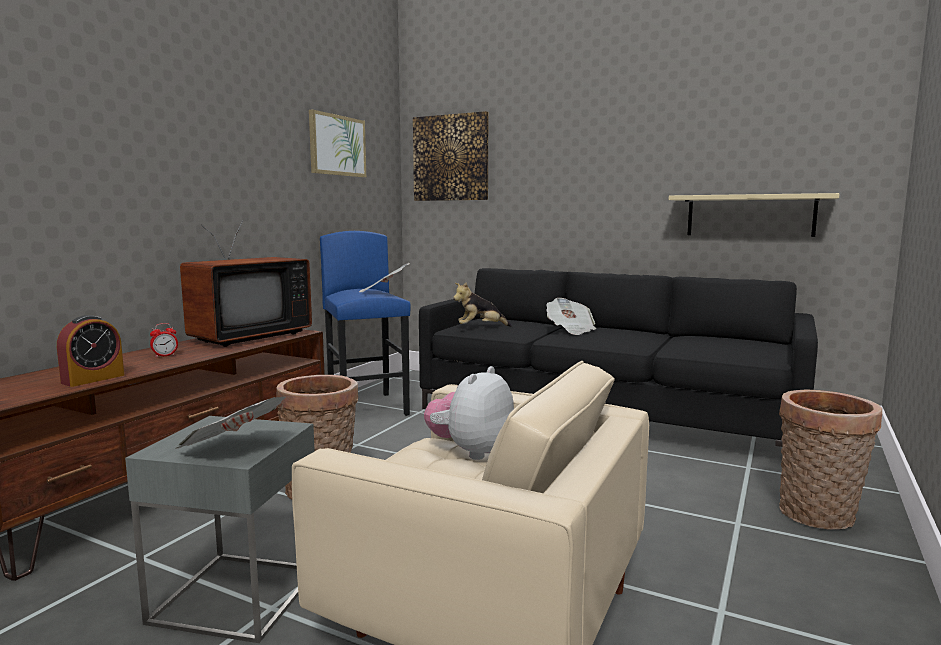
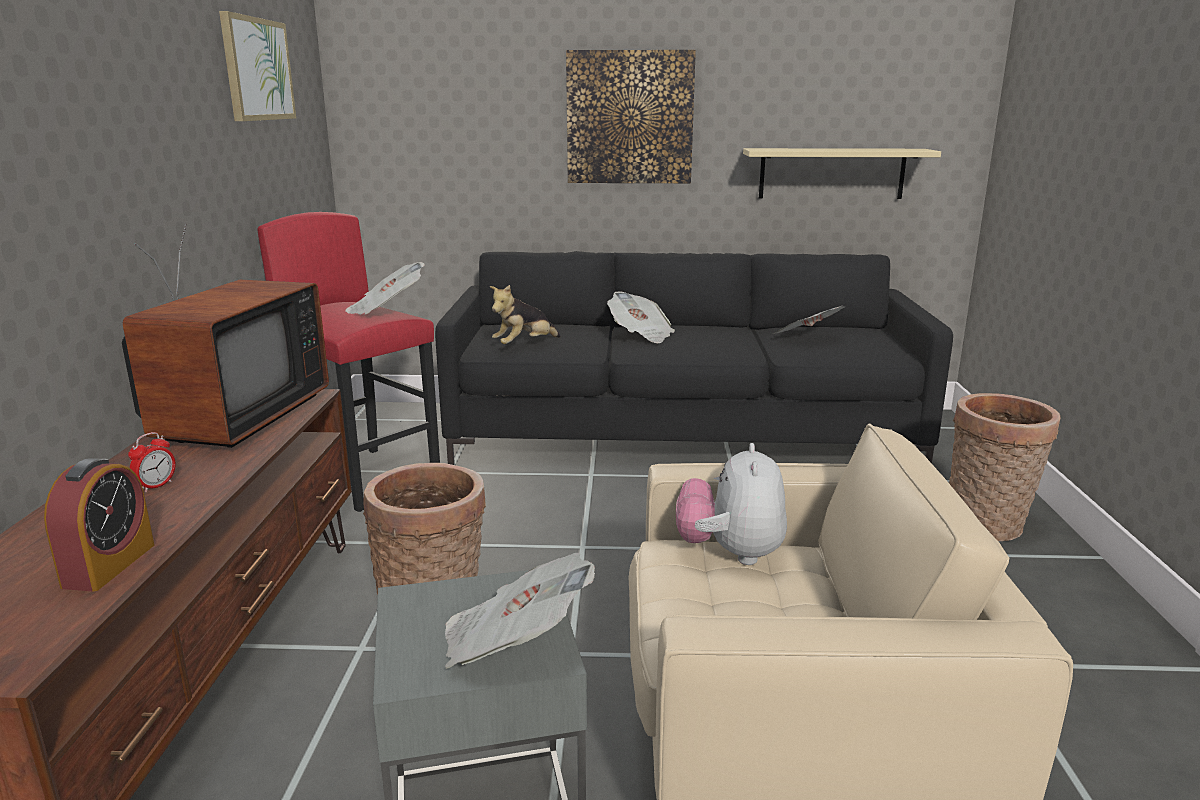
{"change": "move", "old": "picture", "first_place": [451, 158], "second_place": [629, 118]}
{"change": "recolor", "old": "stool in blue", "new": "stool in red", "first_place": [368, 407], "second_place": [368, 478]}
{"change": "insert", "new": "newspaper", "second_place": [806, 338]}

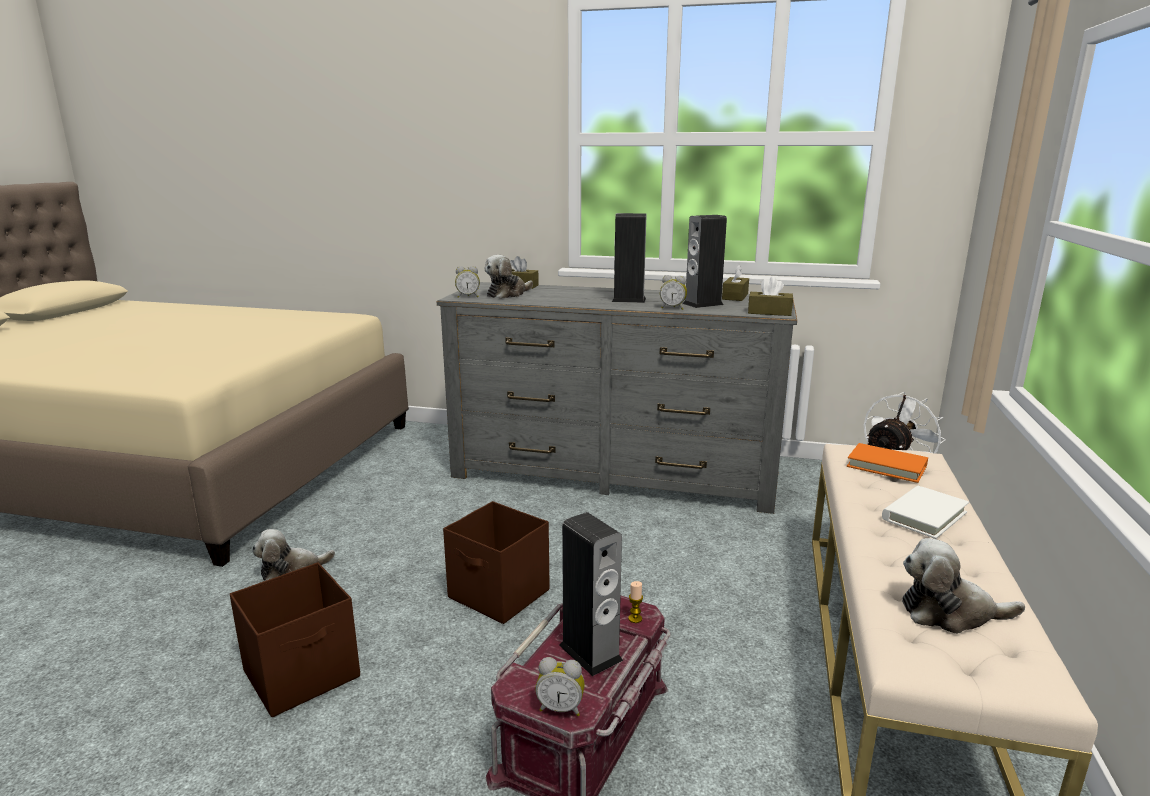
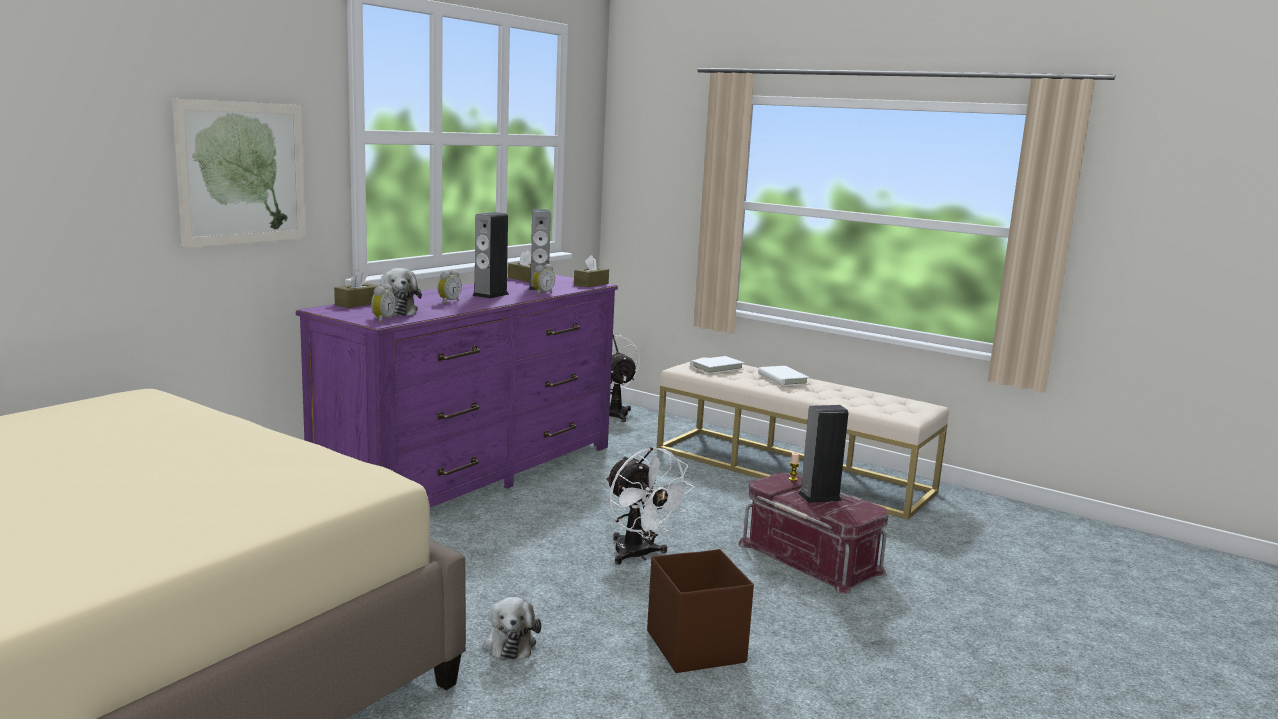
{"change": "recolor", "old": "dresser in grey", "new": "dresser in purple", "first_place": [614, 473], "second_place": [473, 474]}
{"change": "recolor", "old": "book in orange", "new": "book in white", "first_place": [886, 466], "second_place": [716, 368]}
{"change": "replace", "old": "storage box in brown", "new": "fan in white", "first_place": [499, 595], "second_place": [639, 555]}
{"change": "delete", "old": "plush toy", "first_place": [949, 613]}
{"change": "move", "old": "alarm clock", "first_place": [561, 708], "second_place": [448, 302]}
{"change": "insert", "new": "picture", "second_place": [243, 173]}

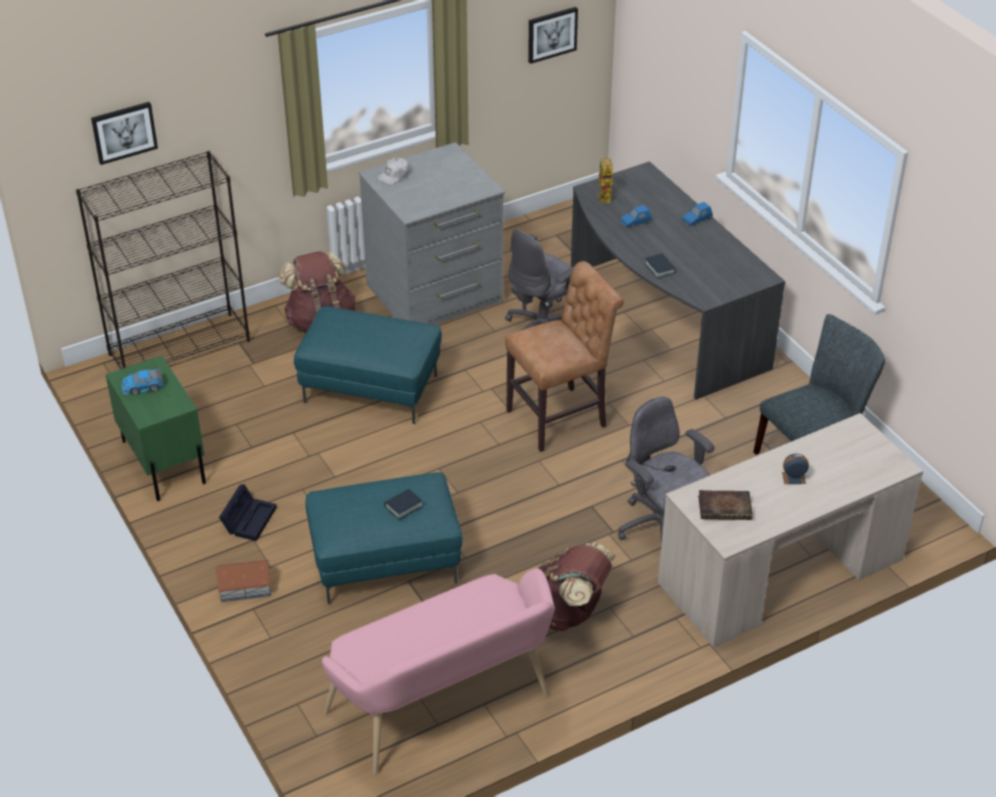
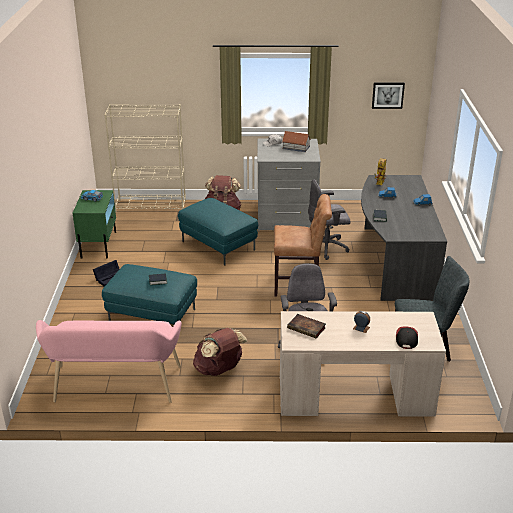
{"change": "delete", "old": "picture", "first_place": [124, 132]}
{"change": "recolor", "old": "bookcase in black", "new": "bookcase in beige", "first_place": [180, 347], "second_place": [151, 206]}
{"change": "move", "old": "toy house", "first_place": [245, 587], "second_place": [296, 147]}
{"change": "insert", "new": "cap", "second_place": [406, 338]}

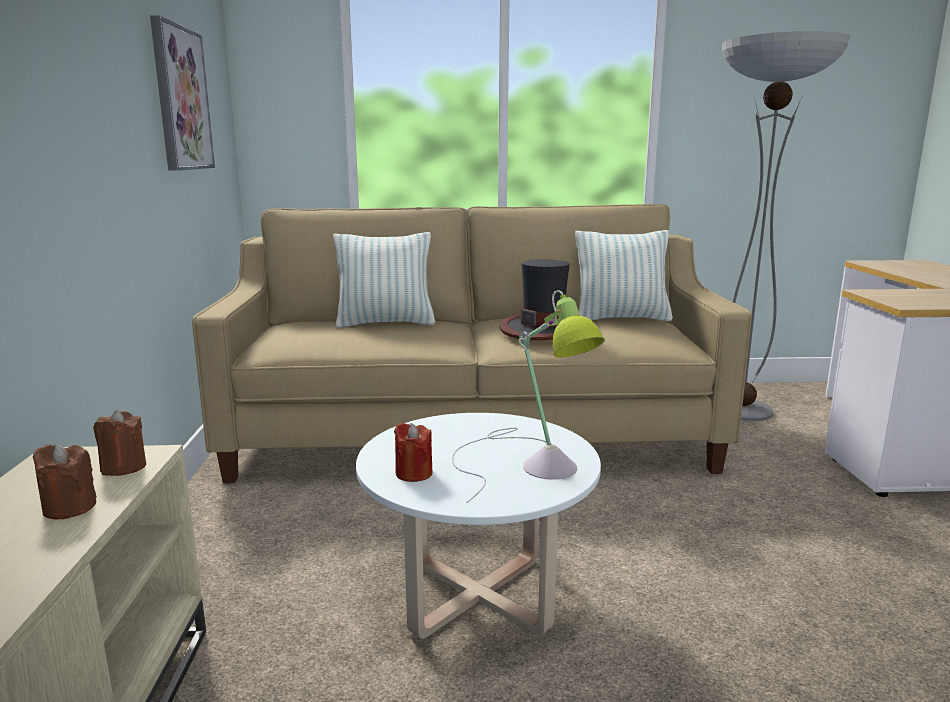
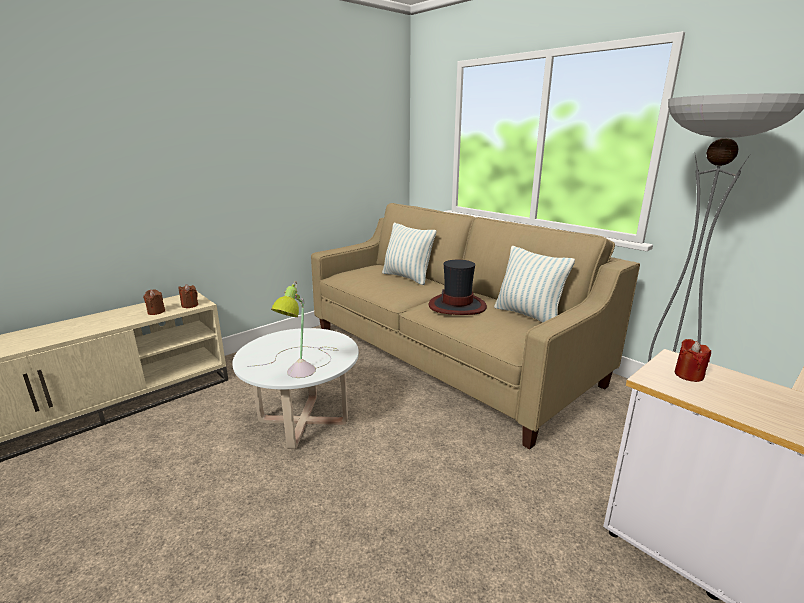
{"change": "delete", "old": "picture", "first_place": [181, 99]}
{"change": "move", "old": "candle in red", "first_place": [414, 473], "second_place": [688, 375]}

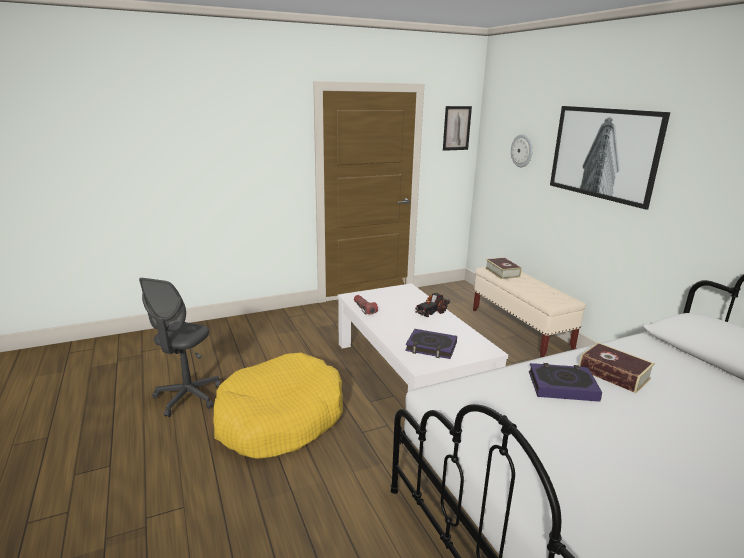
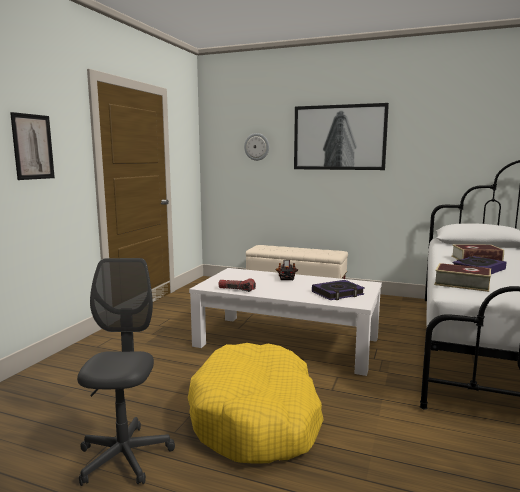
{"change": "move", "old": "picture", "first_place": [456, 128], "second_place": [33, 147]}
{"change": "move", "old": "book", "first_place": [502, 272], "second_place": [462, 284]}
{"change": "rotate", "old": "office chair in grey", "first_place": [188, 397], "second_place": [124, 457], "degrees": -150}

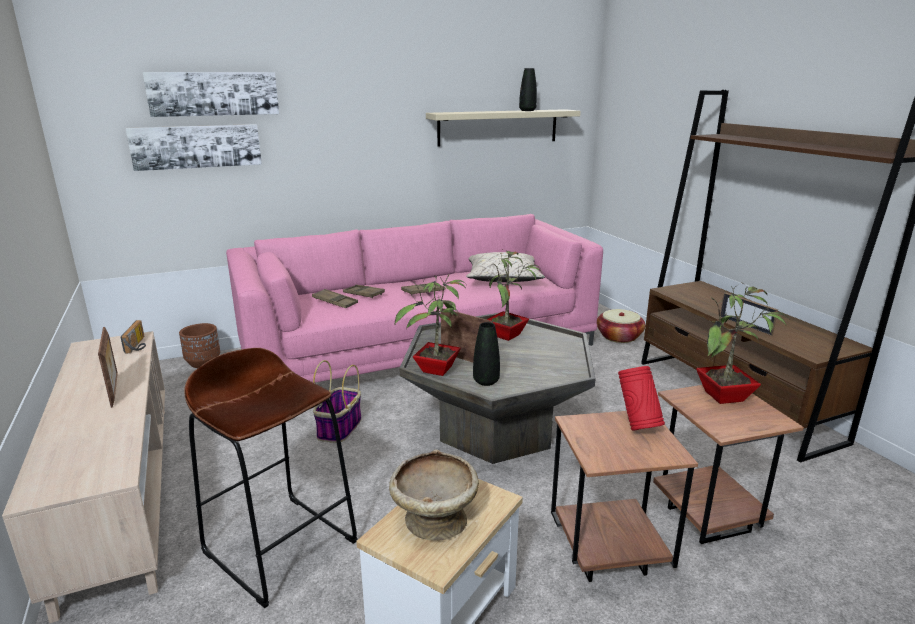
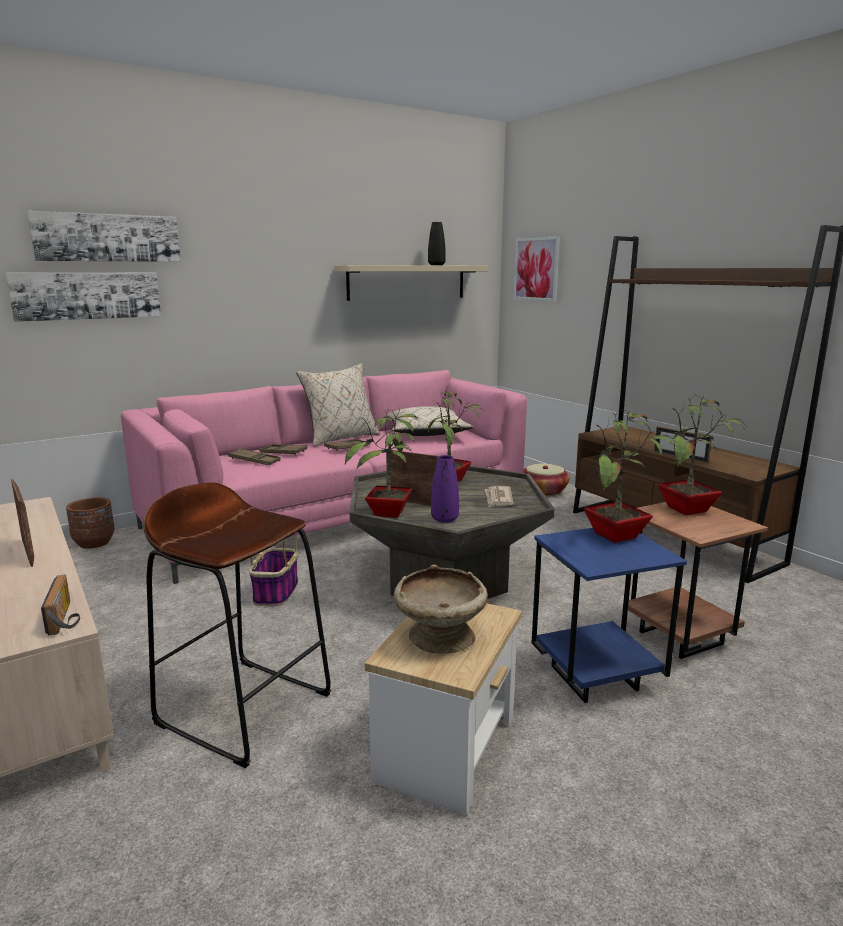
{"change": "move", "old": "radio", "first_place": [138, 345], "second_place": [66, 618]}
{"change": "recolor", "old": "vase in black", "new": "vase in purple", "first_place": [486, 381], "second_place": [444, 519]}
{"change": "replace", "old": "vase in red", "new": "potted plant", "first_place": [637, 425], "second_place": [617, 537]}
{"change": "recolor", "old": "side table in brown", "new": "side table in blue", "first_place": [608, 556], "second_place": [596, 679]}
{"change": "insert", "new": "picture", "second_place": [536, 269]}
{"change": "insert", "new": "pillow in beige", "second_place": [340, 438]}
{"change": "insert", "new": "newspaper", "second_place": [498, 499]}

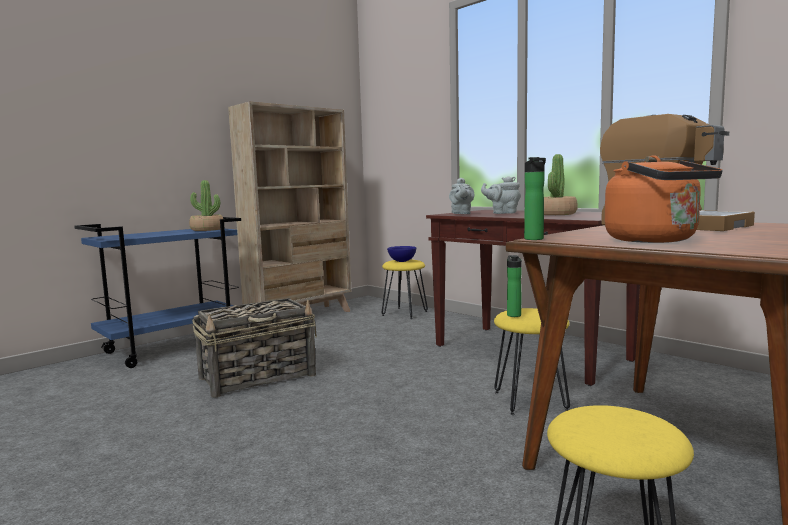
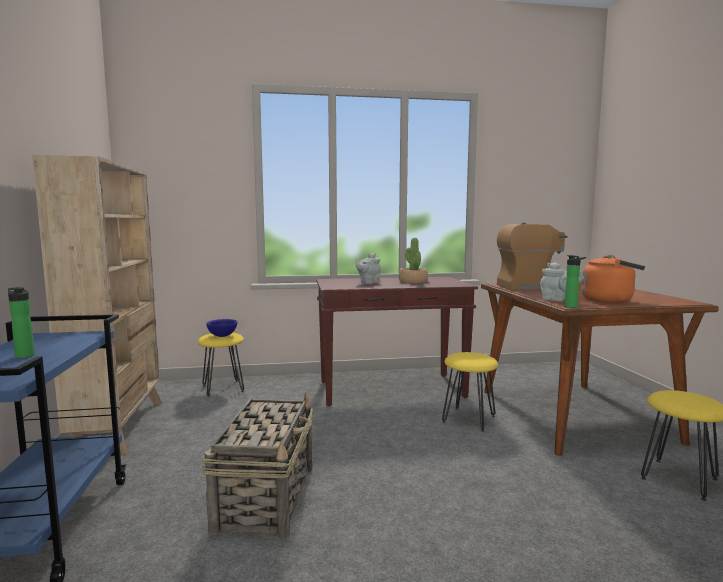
{"change": "move", "old": "teapot in grey", "first_place": [461, 214], "second_place": [558, 300]}
{"change": "delete", "old": "potted plant", "first_place": [207, 229]}
{"change": "move", "old": "bottle", "first_place": [513, 315], "second_place": [24, 355]}

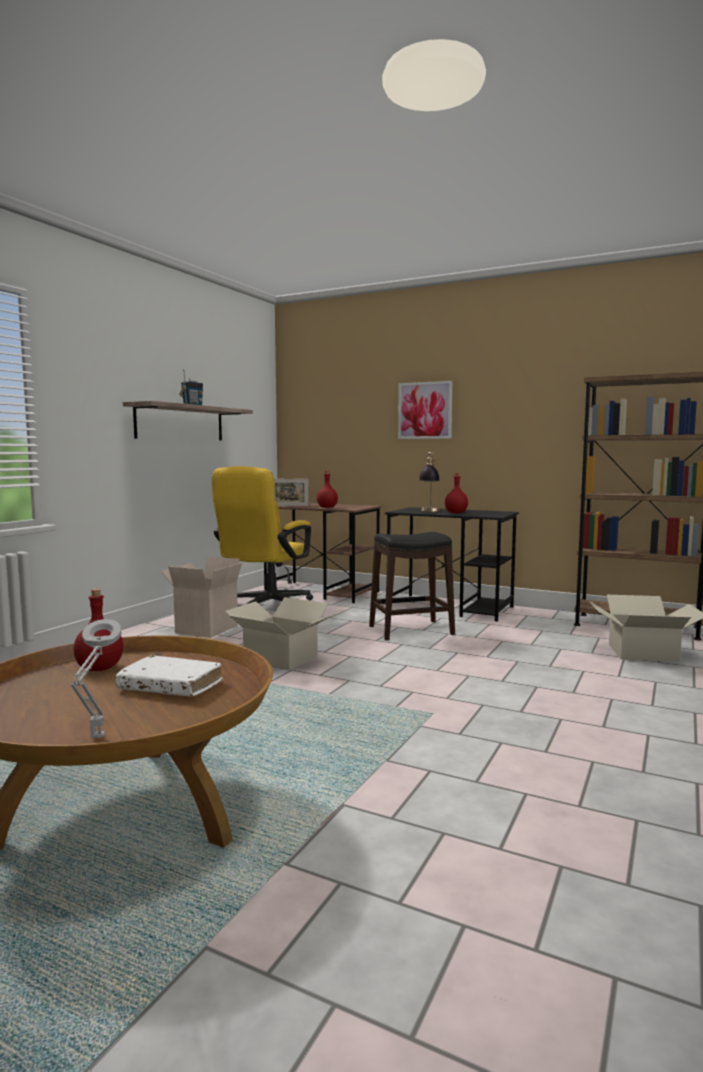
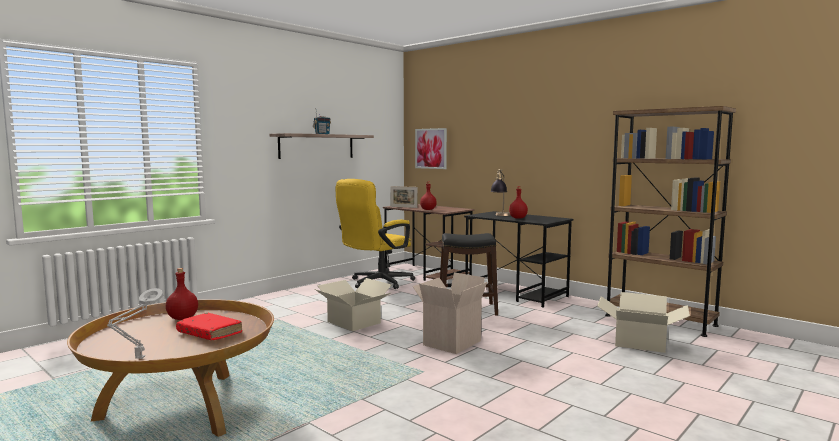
{"change": "move", "old": "picture", "first_place": [425, 410], "second_place": [431, 148]}
{"change": "move", "old": "cardboard box", "first_place": [206, 628], "second_place": [451, 342]}
{"change": "recolor", "old": "book in white", "new": "book in red", "first_place": [170, 686], "second_place": [209, 333]}

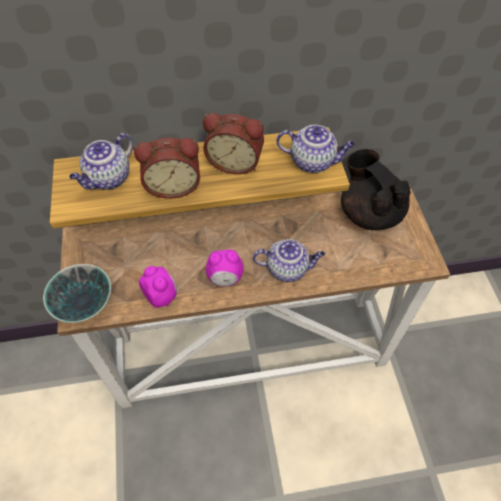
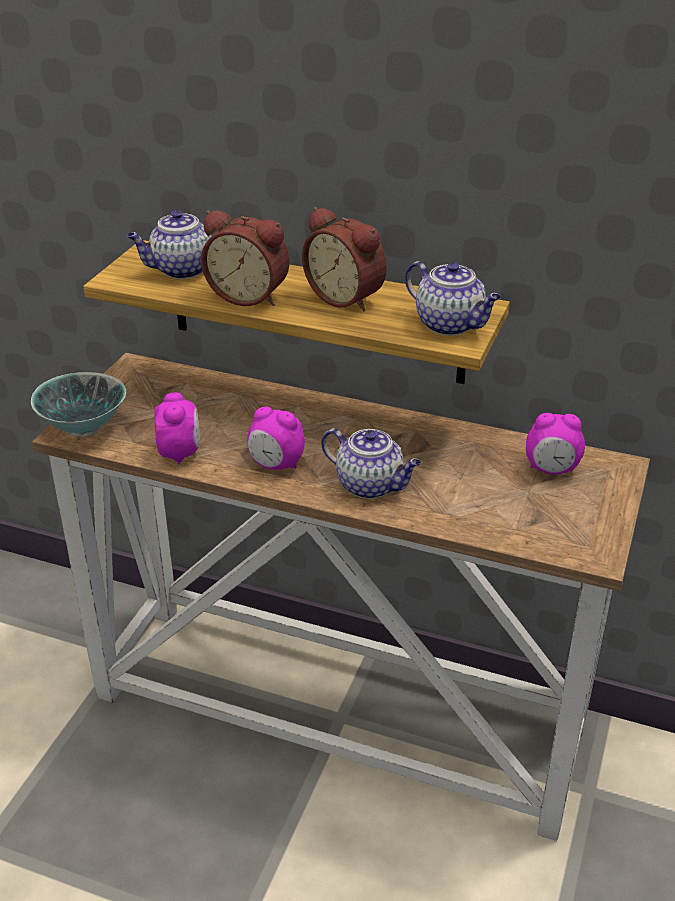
{"change": "replace", "old": "teapot in black", "new": "alarm clock", "first_place": [369, 213], "second_place": [551, 470]}

